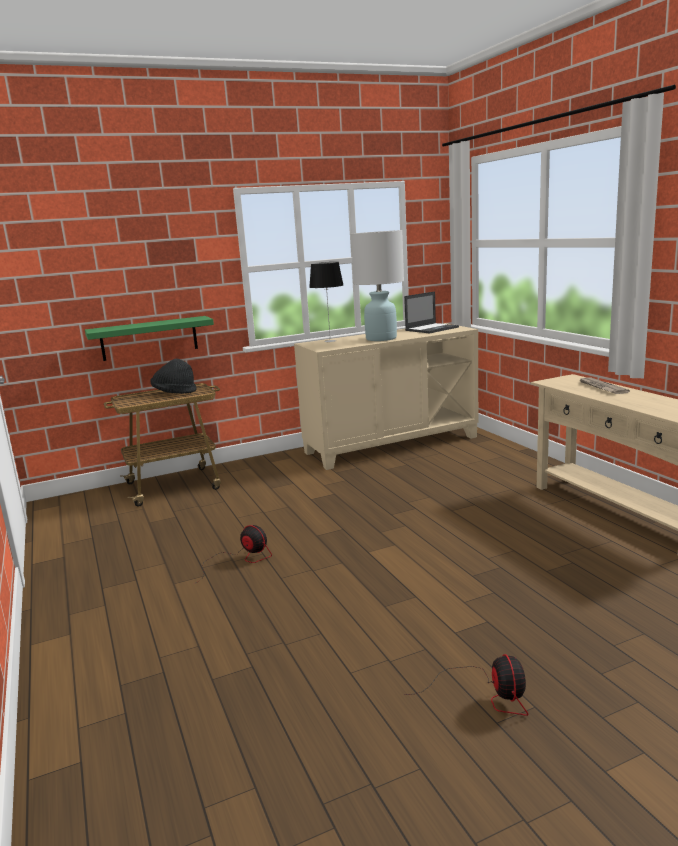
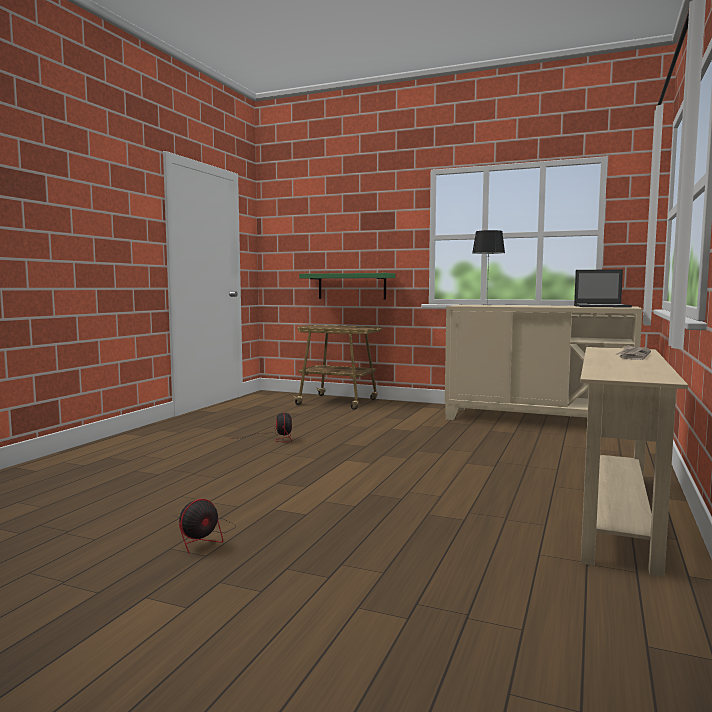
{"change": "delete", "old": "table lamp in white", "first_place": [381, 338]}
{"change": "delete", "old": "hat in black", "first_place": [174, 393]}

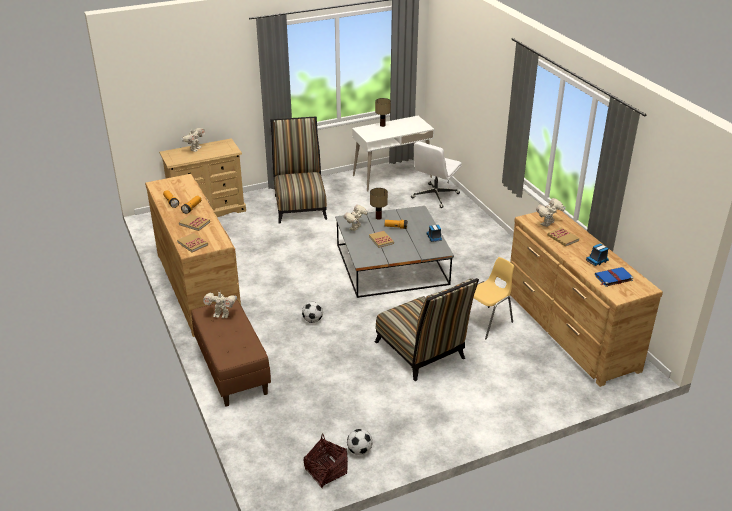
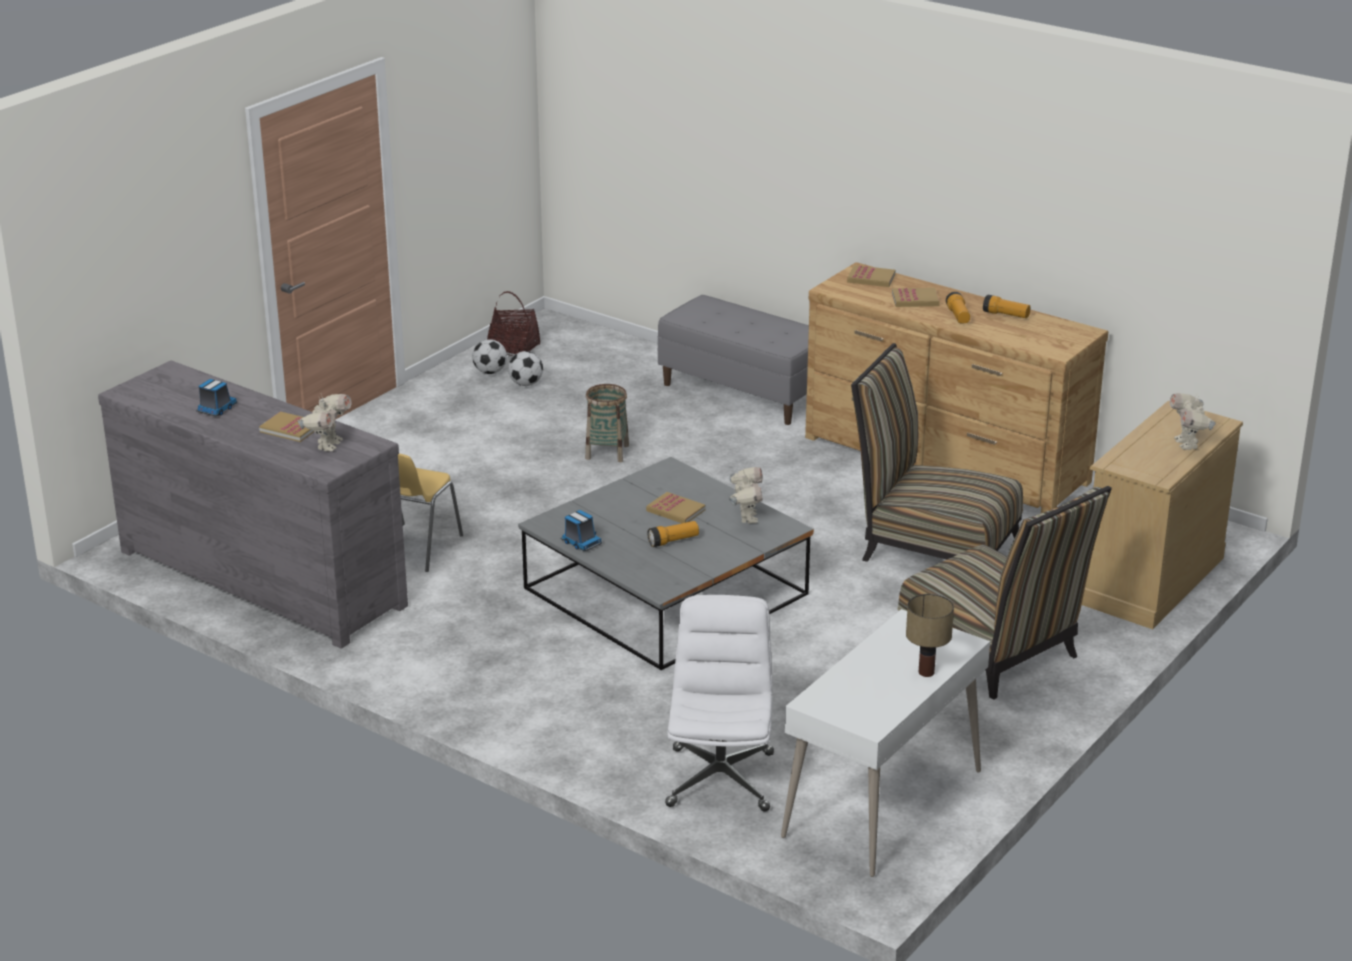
{"change": "delete", "old": "table lamp", "first_place": [378, 218]}
{"change": "recolor", "old": "dresser in brown", "new": "dresser in grey", "first_place": [569, 330], "second_place": [262, 577]}
{"change": "delete", "old": "book in blue", "first_place": [613, 278]}
{"change": "move", "old": "chair", "first_place": [422, 353], "second_place": [931, 547]}
{"change": "delete", "old": "toy robot", "first_place": [221, 315]}
{"change": "recolor", "old": "bench in brown", "new": "bench in grey", "first_place": [231, 369], "second_place": [744, 392]}
{"change": "move", "old": "football", "first_place": [312, 320], "second_place": [526, 384]}
{"change": "insert", "new": "basket", "second_place": [607, 452]}

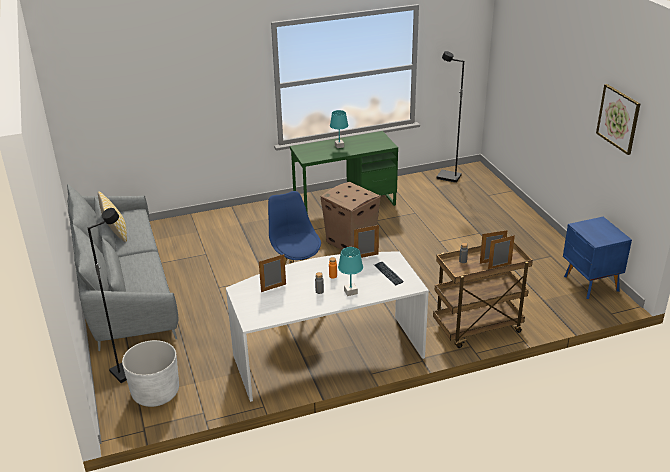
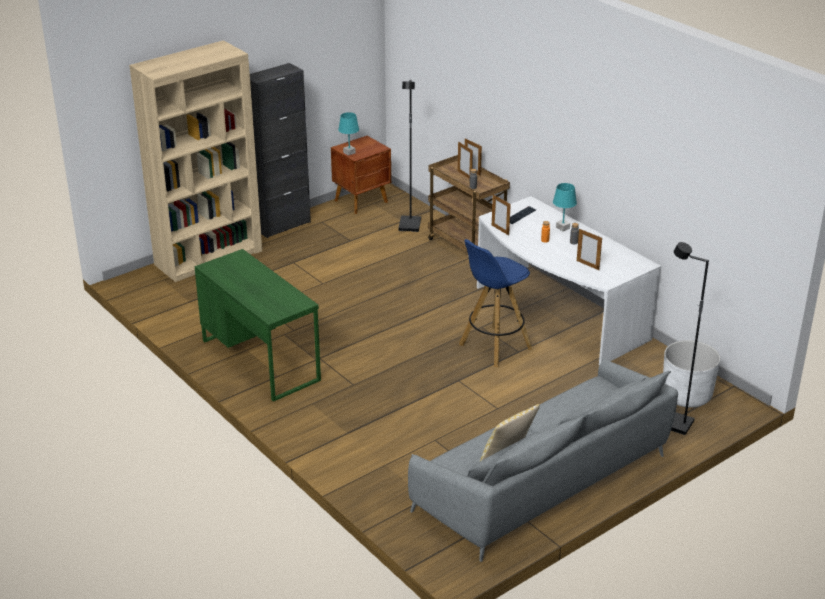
{"change": "move", "old": "floor lamp in black", "first_place": [448, 177], "second_place": [410, 225]}
{"change": "delete", "old": "picture", "first_place": [618, 118]}
{"change": "move", "old": "table lamp in turquoise", "first_place": [339, 146], "second_place": [349, 152]}
{"change": "delete", "old": "cardboard box", "first_place": [351, 241]}
{"change": "recolor", "old": "nightstand in blue", "new": "nightstand in brown", "first_place": [590, 284], "second_place": [362, 201]}
{"change": "insert", "new": "bookcase in beige", "second_place": [209, 257]}
{"change": "insert", "new": "cabinet in black", "second_place": [282, 225]}

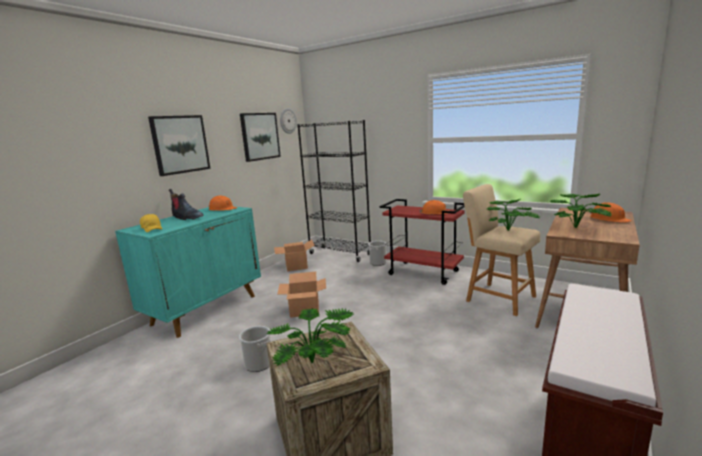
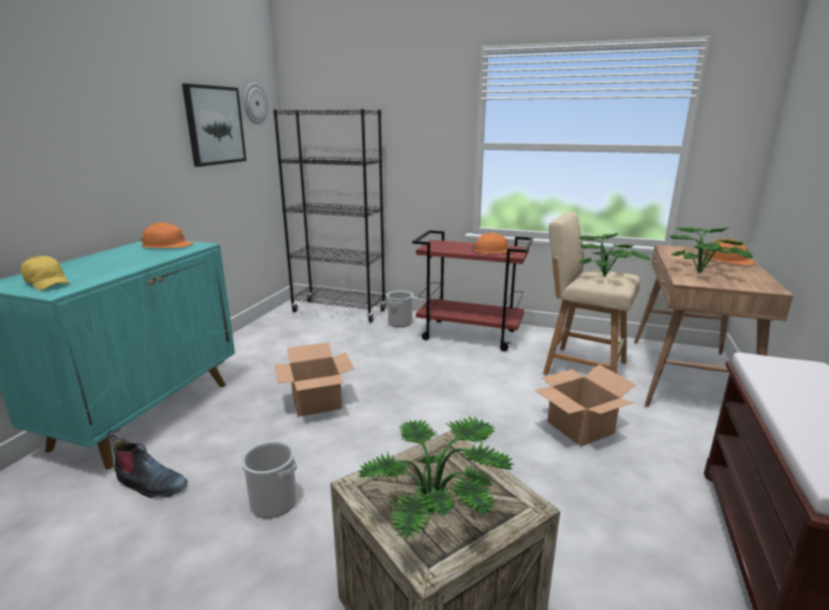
{"change": "delete", "old": "picture", "first_place": [180, 144]}
{"change": "move", "old": "boot", "first_place": [186, 217], "second_place": [150, 484]}
{"change": "move", "old": "cardboard box", "first_place": [296, 266], "second_place": [581, 428]}

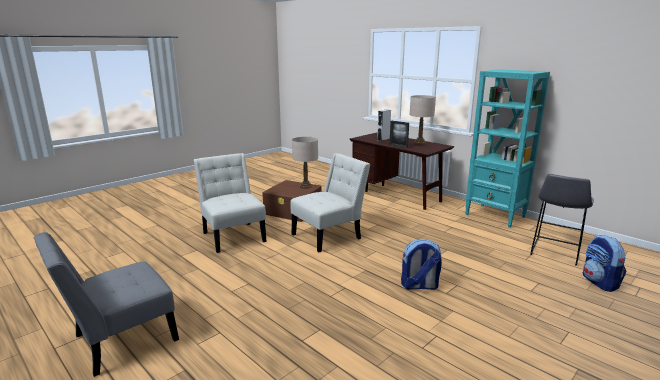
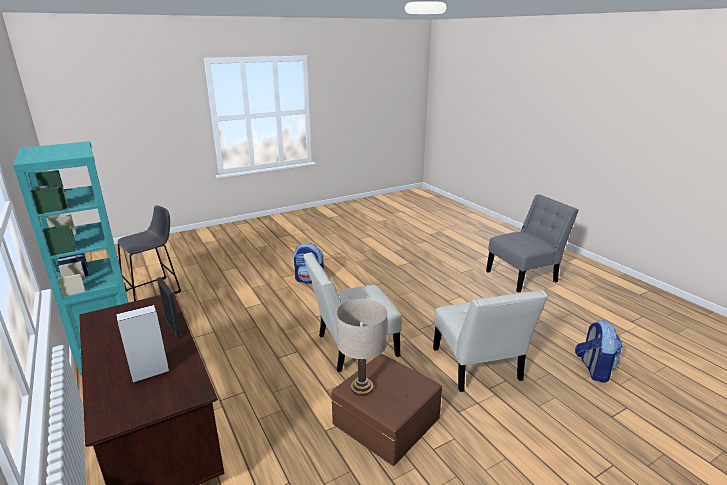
{"change": "delete", "old": "table lamp in beige", "first_place": [419, 143]}
{"change": "move", "old": "backpack", "first_place": [599, 282], "second_place": [593, 369]}

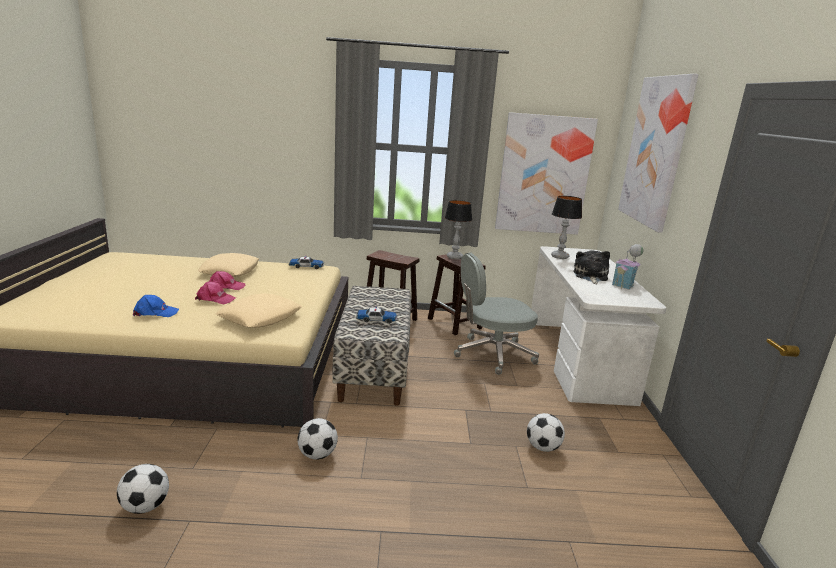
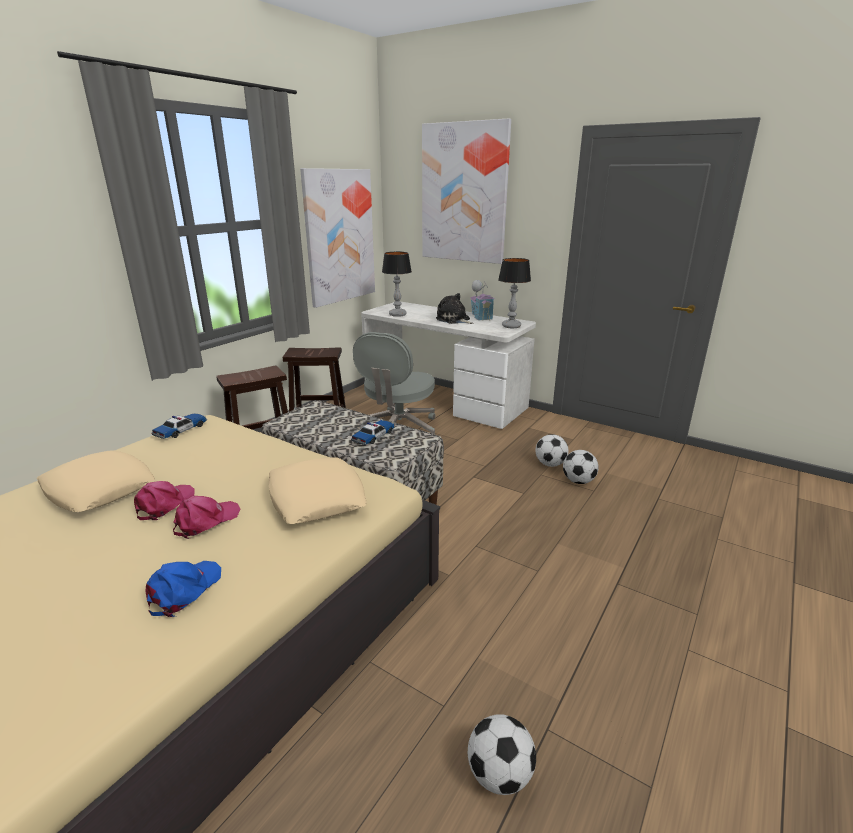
{"change": "move", "old": "table lamp", "first_place": [454, 257], "second_place": [511, 326]}
{"change": "move", "old": "football", "first_place": [317, 455], "second_place": [578, 481]}

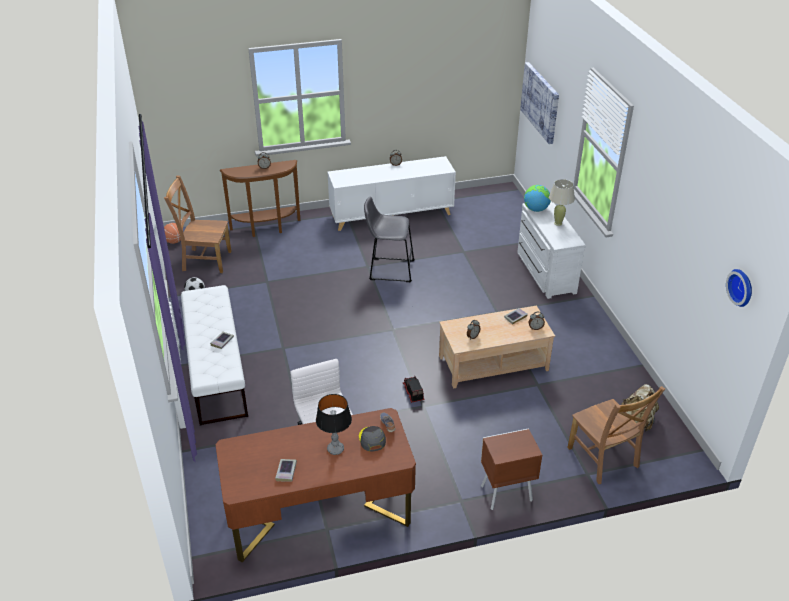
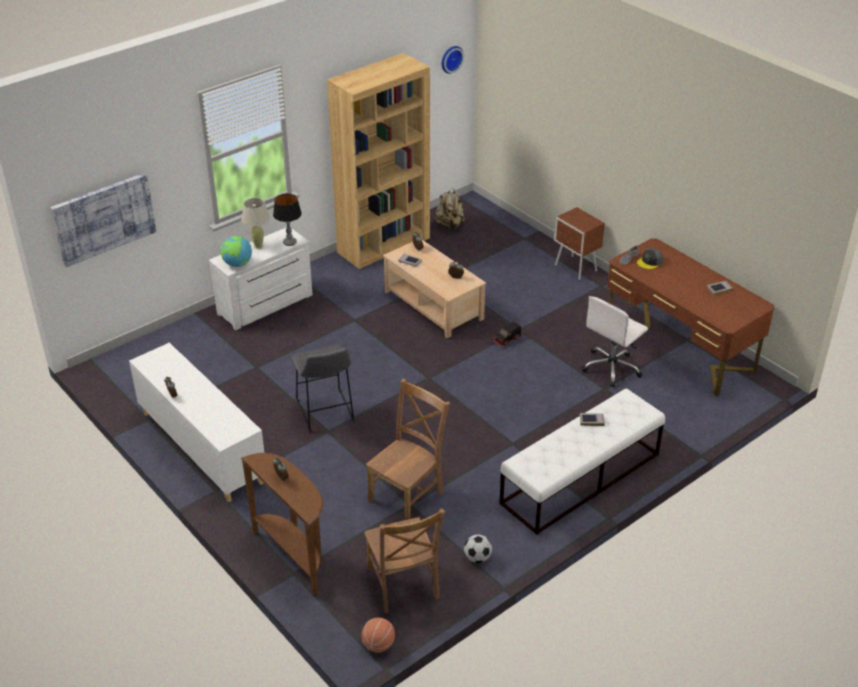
{"change": "move", "old": "chair in brown", "first_place": [604, 459], "second_place": [408, 494]}
{"change": "move", "old": "table lamp", "first_place": [335, 449], "second_place": [289, 243]}
{"change": "insert", "new": "bookcase in brown", "second_place": [384, 245]}

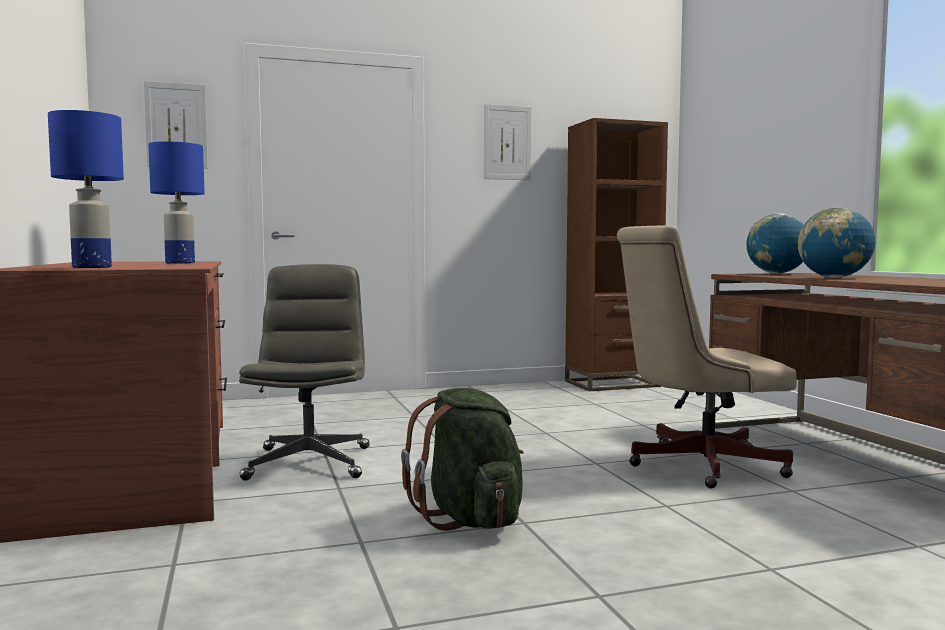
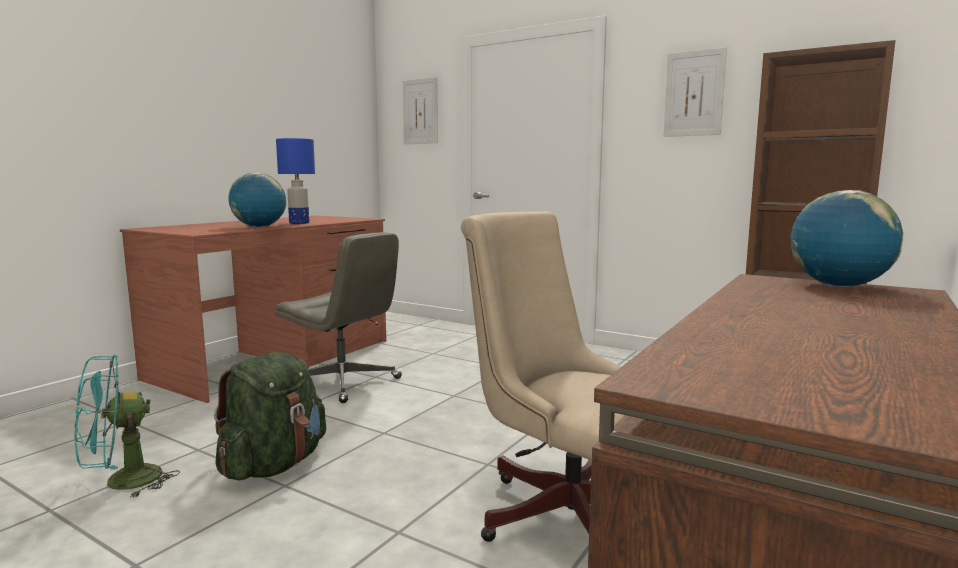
{"change": "delete", "old": "table lamp in blue", "first_place": [91, 267]}
{"change": "move", "old": "globe", "first_place": [834, 278], "second_place": [259, 227]}
{"change": "rotate", "old": "office chair in grey", "first_place": [309, 462], "second_place": [343, 383], "degrees": 75}
{"change": "insert", "new": "fan in turquoise", "second_place": [121, 483]}

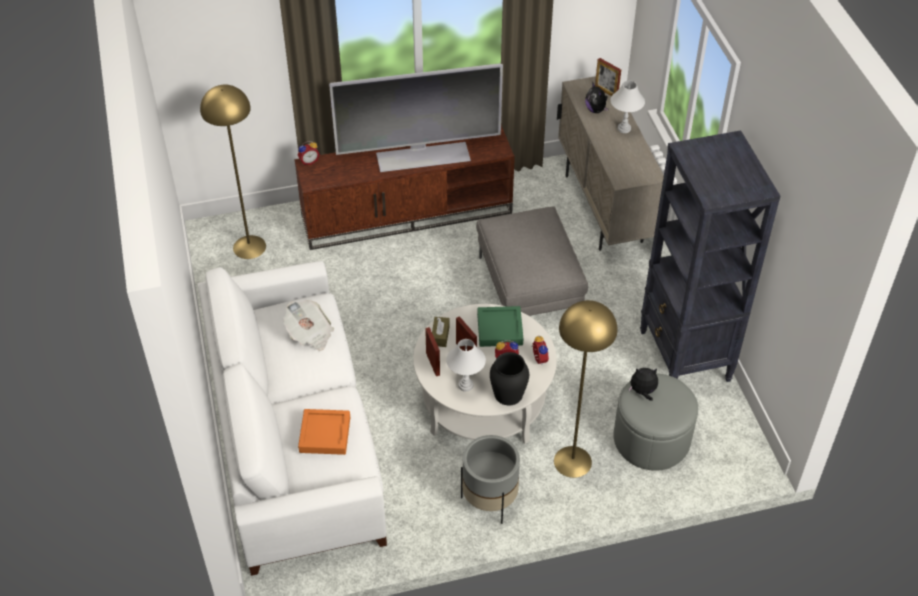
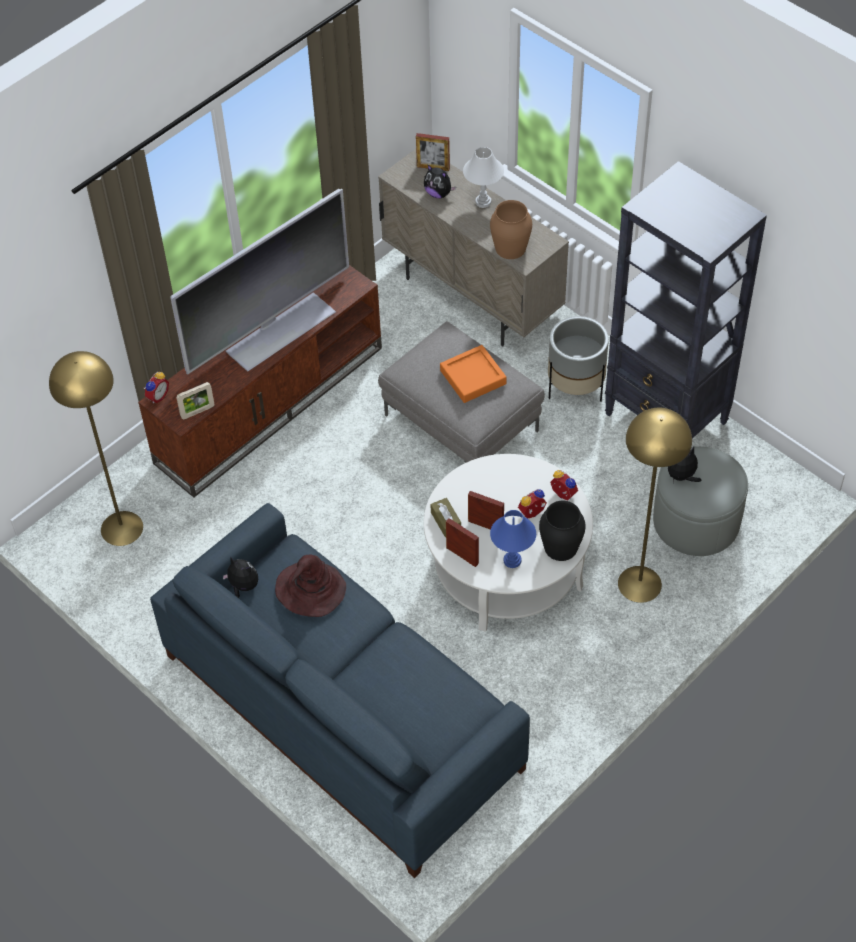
{"change": "recolor", "old": "sofa in white", "new": "sofa in blue", "first_place": [295, 436], "second_place": [343, 709]}
{"change": "replace", "old": "newspaper", "new": "hat in brown", "first_place": [310, 334], "second_place": [310, 590]}
{"change": "delete", "old": "tray in green", "first_place": [499, 329]}
{"change": "recolor", "old": "table lamp in white", "new": "table lamp in blue", "first_place": [465, 385], "second_place": [512, 561]}
{"change": "move", "old": "tray in orange", "first_place": [325, 435], "second_place": [473, 377]}
{"change": "move", "old": "planter in grey", "first_place": [489, 500], "second_place": [575, 388]}
{"change": "insert", "new": "vase in brown", "second_place": [510, 248]}
{"change": "insert", "new": "picture frame", "second_place": [197, 412]}
{"change": "insert", "new": "plush toy", "second_place": [243, 587]}

